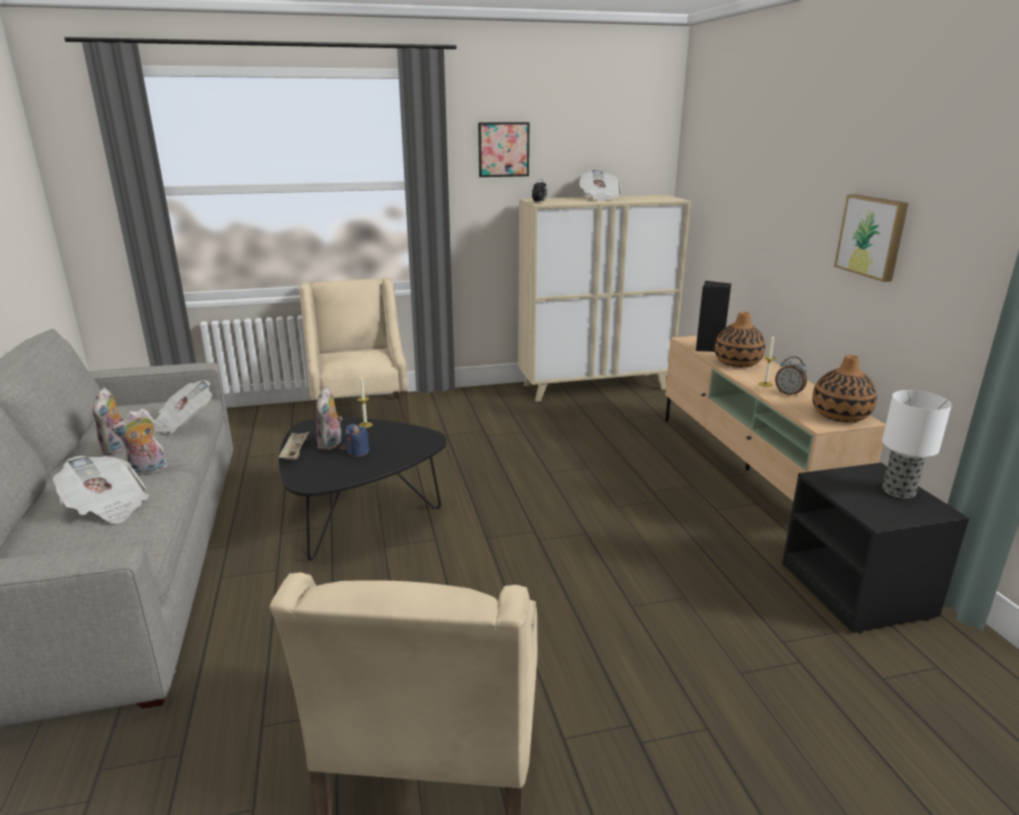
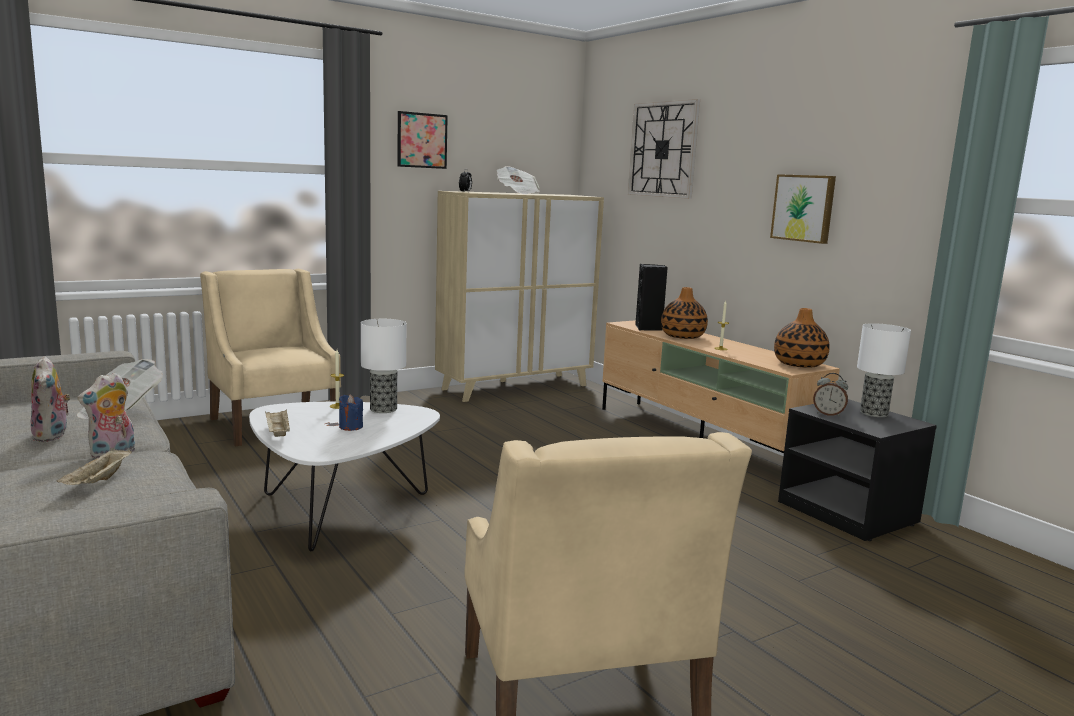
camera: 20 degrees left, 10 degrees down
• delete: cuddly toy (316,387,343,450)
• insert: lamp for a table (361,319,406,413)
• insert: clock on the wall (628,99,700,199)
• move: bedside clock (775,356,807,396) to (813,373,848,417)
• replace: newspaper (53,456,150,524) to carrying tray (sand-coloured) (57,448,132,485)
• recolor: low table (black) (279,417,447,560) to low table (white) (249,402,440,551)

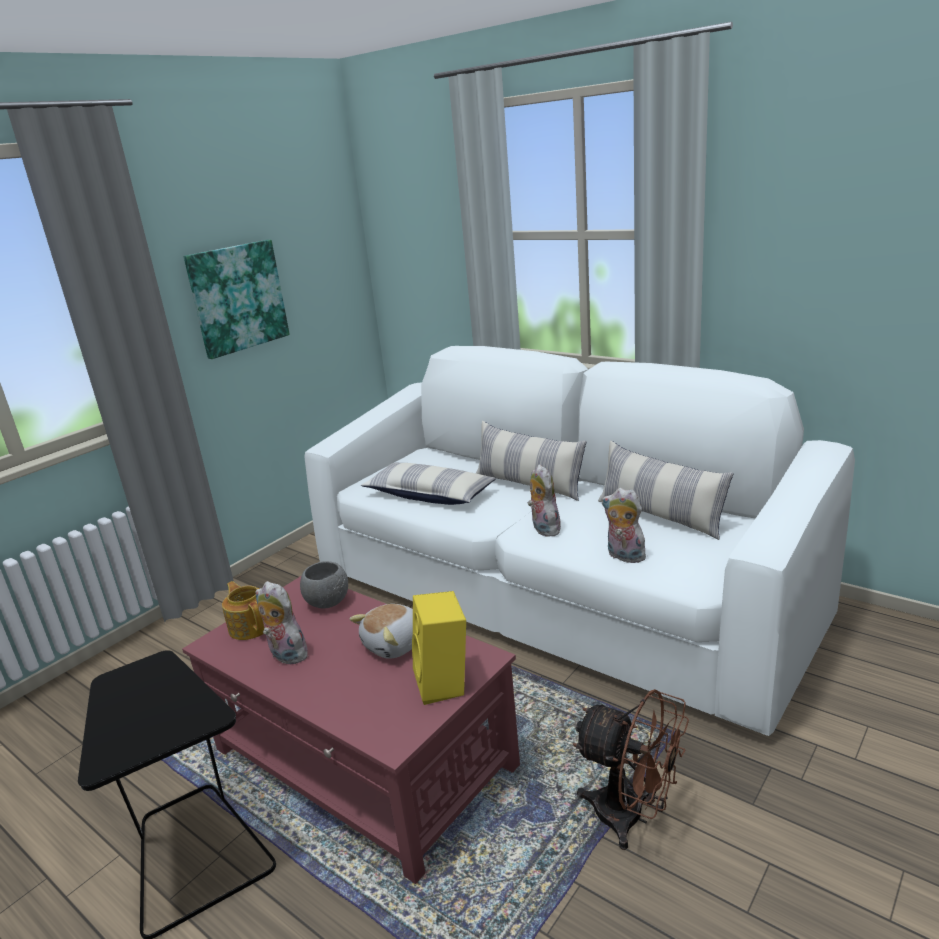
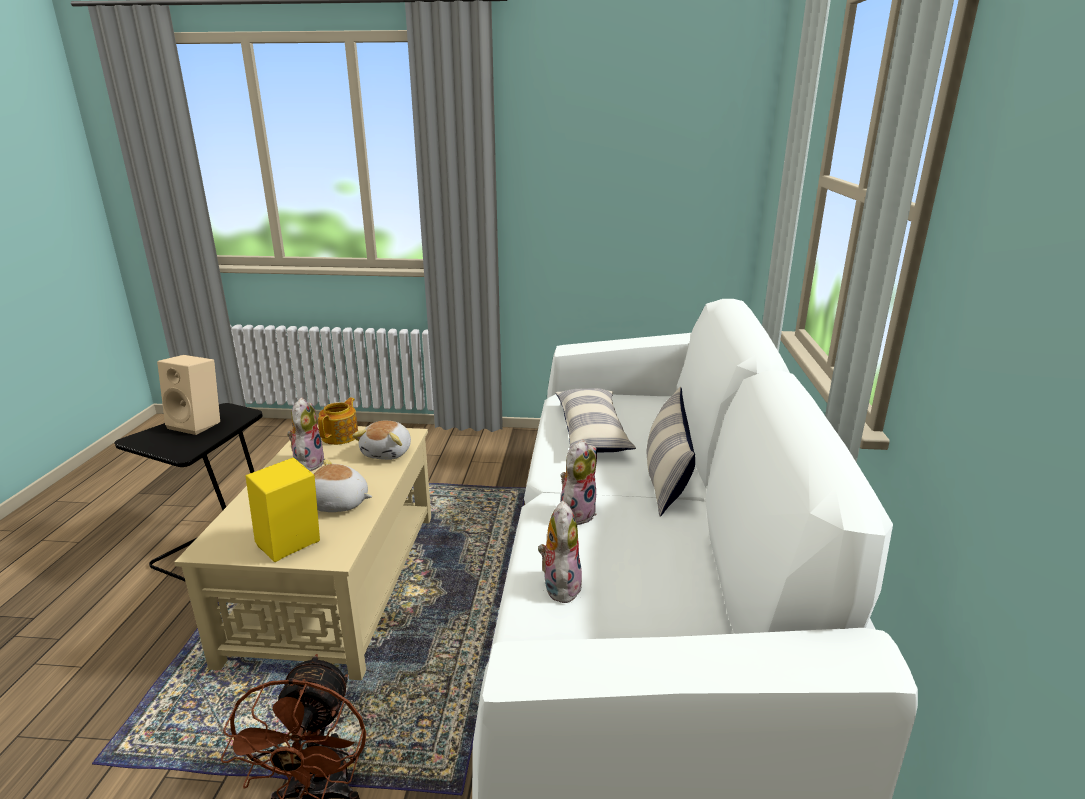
camera: 55 degrees right, 0 degrees up
• delete: wall art (184,240,290,359)
• delete: pillow (598,440,734,540)
• insert: speaker (sand-coloured) (157,355,220,435)
• replace: deep dish (gray) (300,561,348,609) to cuddly toy (352,421,411,460)
• recolor: low table (red-coloured) (182,576,520,884) to low table (sand-coloured) (174,425,431,680)

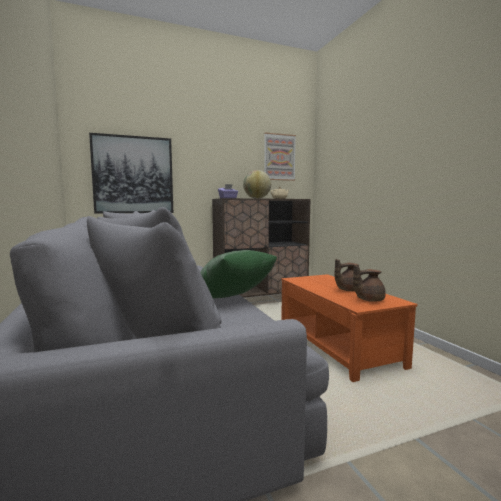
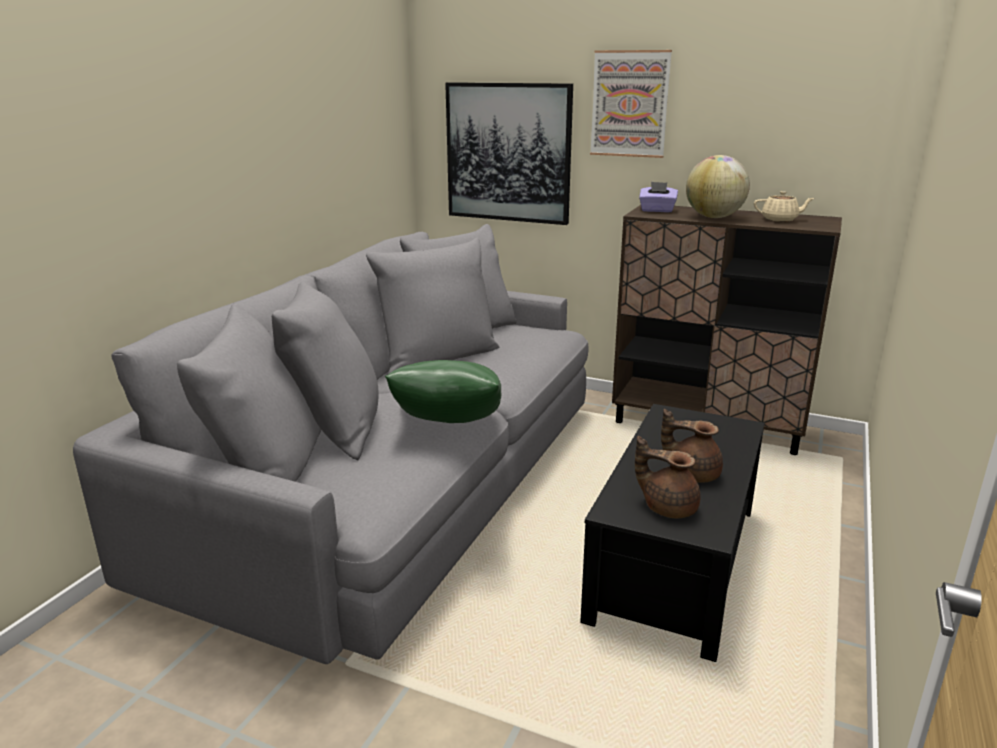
camera: 45 degrees right, 15 degrees up
• move: wall art (264,132,296,181) to (590,50,672,158)
• recolor: low table (orangey) (281,274,417,382) to low table (black) (580,404,765,662)

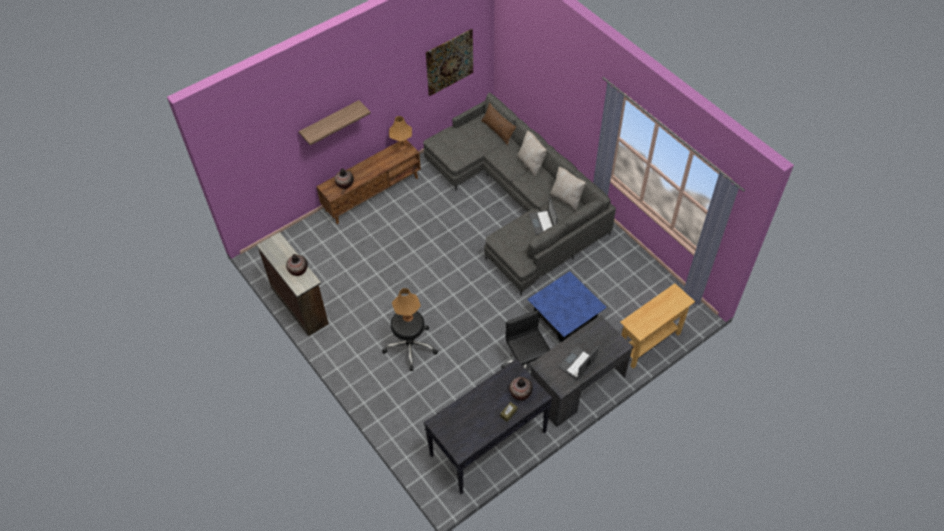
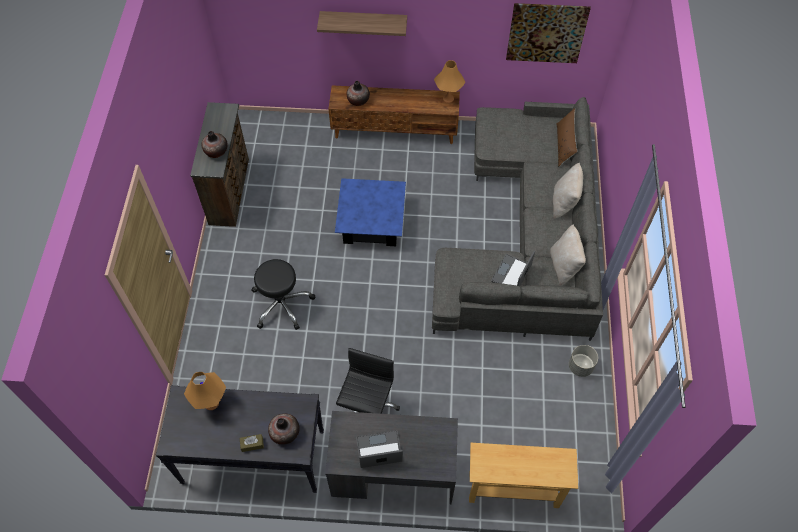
camera: 40 degrees right, 5 degrees up
• insert: planter (gray) (569,345,598,377)
• move: lamp for a table (orangey) (392,288,421,322) to (184,372,226,410)
• move: low table (bluish) (527,271,607,342) to (335,178,406,246)

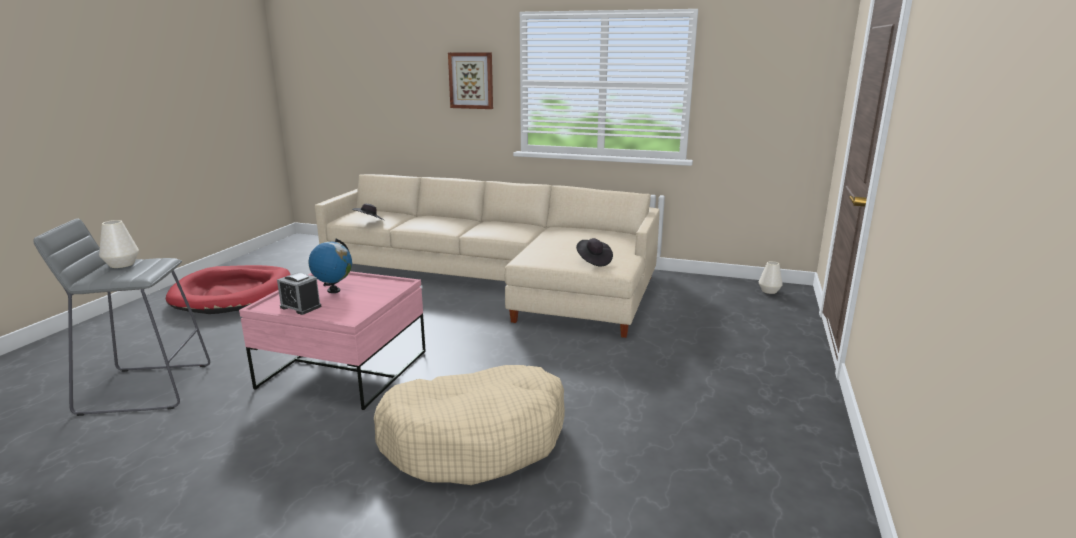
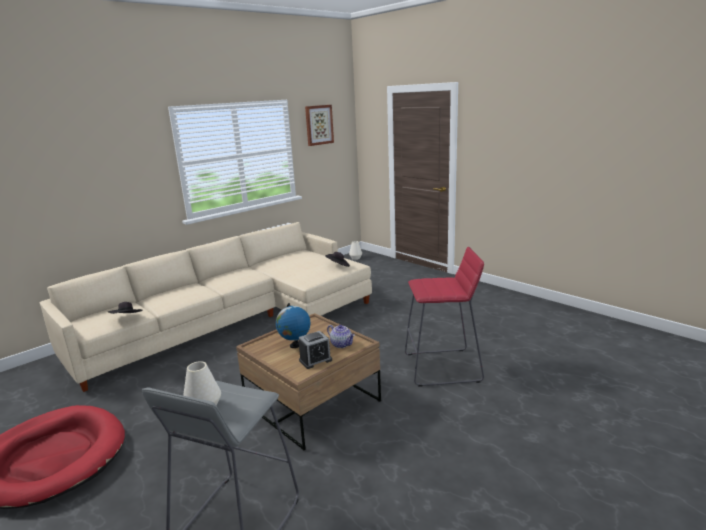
camera: 60 degrees left, 0 degrees up
• insert: tea pot (327,325,355,348)
• move: wall art (448,52,493,109) to (305,105,334,146)
• replace: dog bed (sand-coloured) (374,365,565,485) to stool seat (red-coloured) (405,247,484,387)
• recolor: low table (pinkish) (239,271,426,410) to low table (brown) (236,313,381,450)

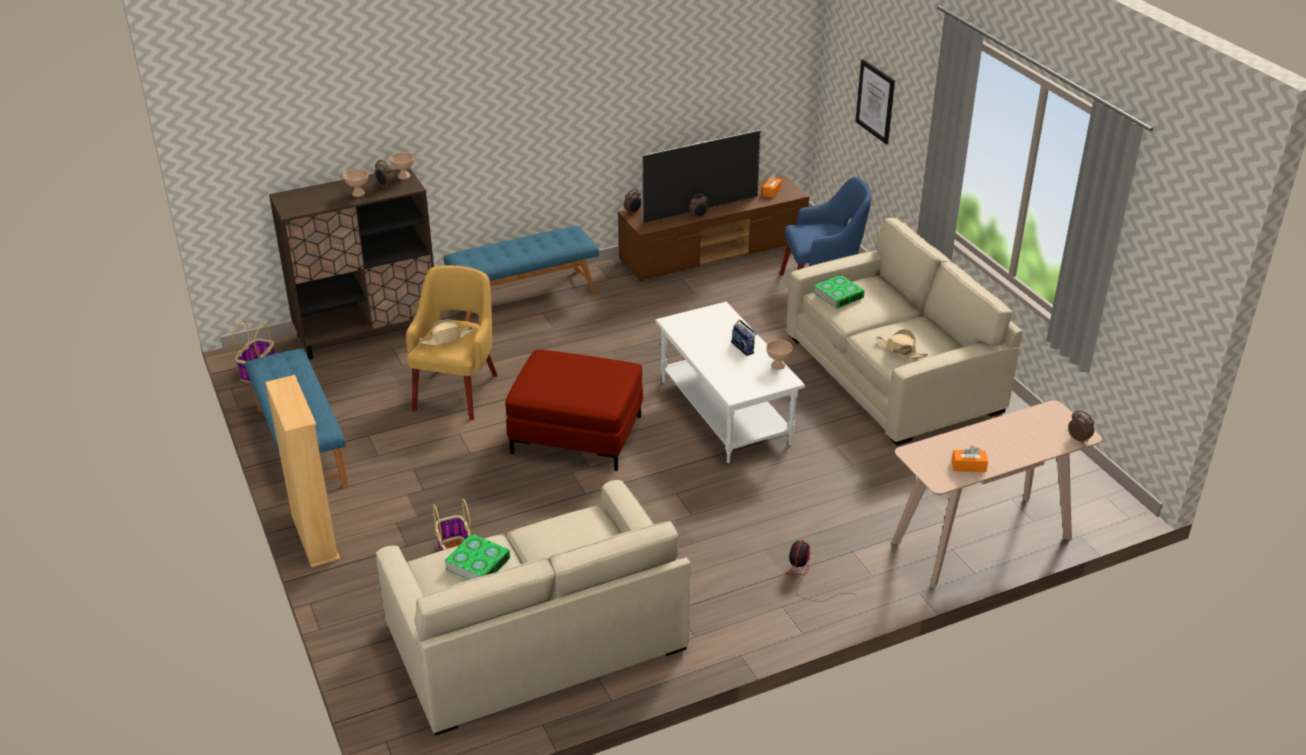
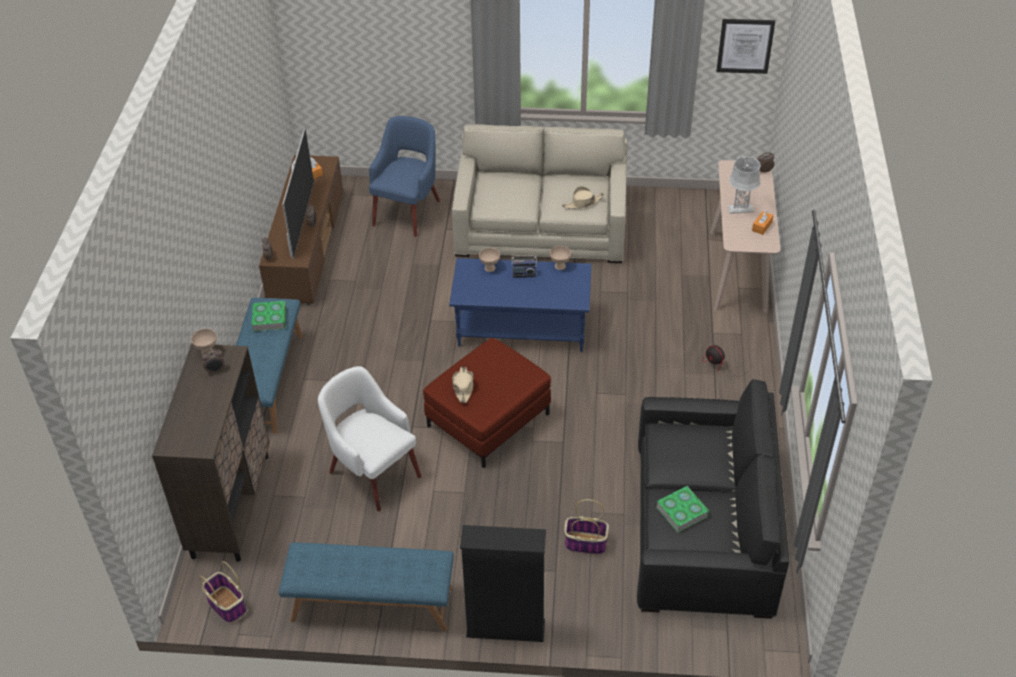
camera: 60 degrees left, 10 degrees up
• insert: lamp for a table (gray) (727,156,761,214)
• move: deep dish (sand-coloured) (343,169,368,197) to (479,248,500,272)
• move: wearable hat (sand-coloured) (419,319,473,346) to (452,367,473,403)
• move: book (814,275,865,309) to (252,301,286,331)
• move: wall art (856,59,895,144) to (716,19,775,74)
• recolor: bookcase (sand-coloured) (265,375,340,568) to bookcase (black) (460,525,546,642)
• recolor: couch (sand-coloured) (376,480,691,736) to couch (black) (637,379,789,619)
• recolor: easy chair (yellow-coloured) (406,265,498,420) to easy chair (white) (318,366,421,511)
• recolor: low table (white) (656,302,805,463) to low table (bluish) (449,258,592,352)

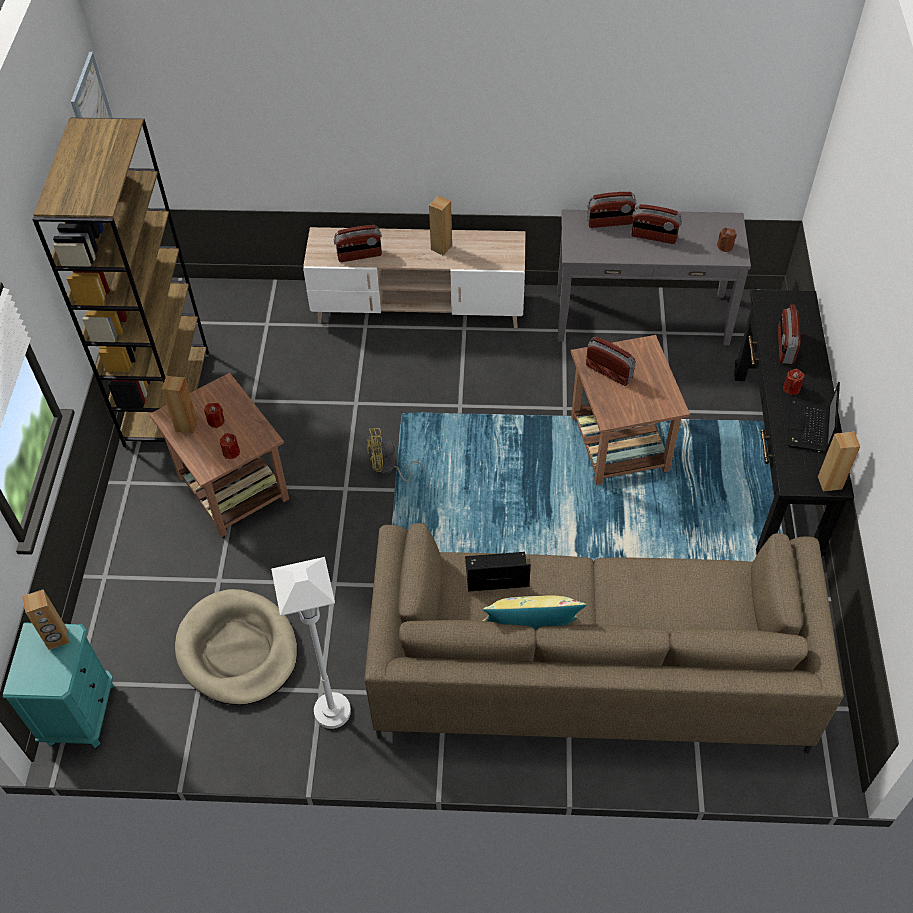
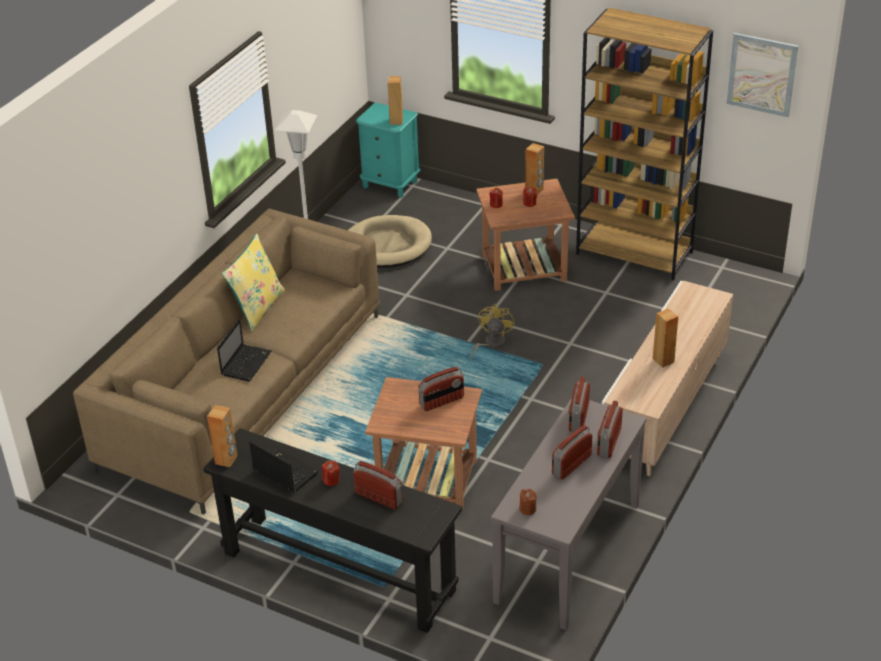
camera: 115 degrees right, 15 degrees down
• move: radio receiver (334,225,382,262) to (569,377,590,432)
• move: portable computer (465,552,531,592) to (217,319,272,381)

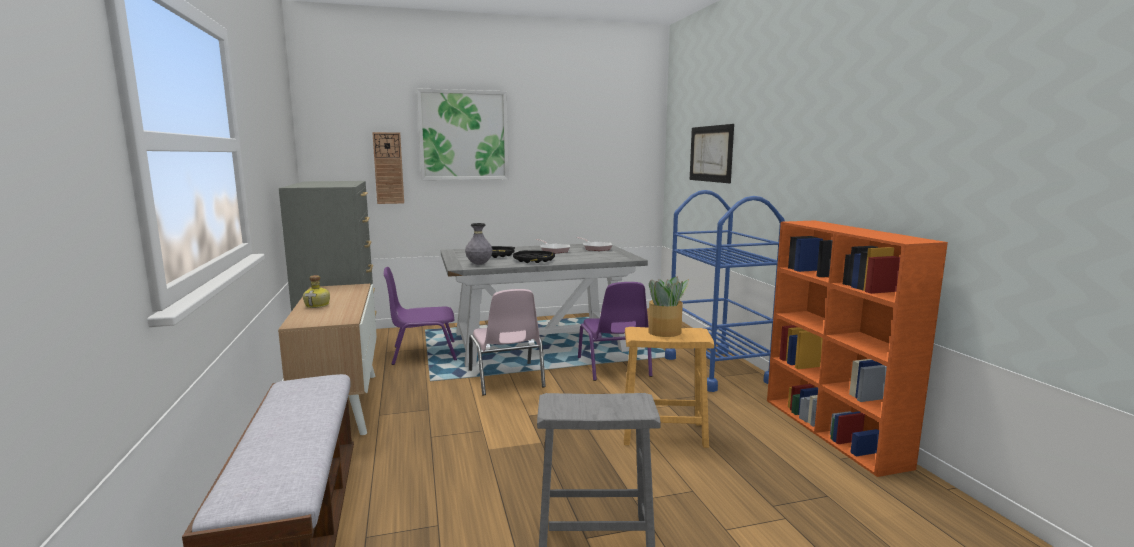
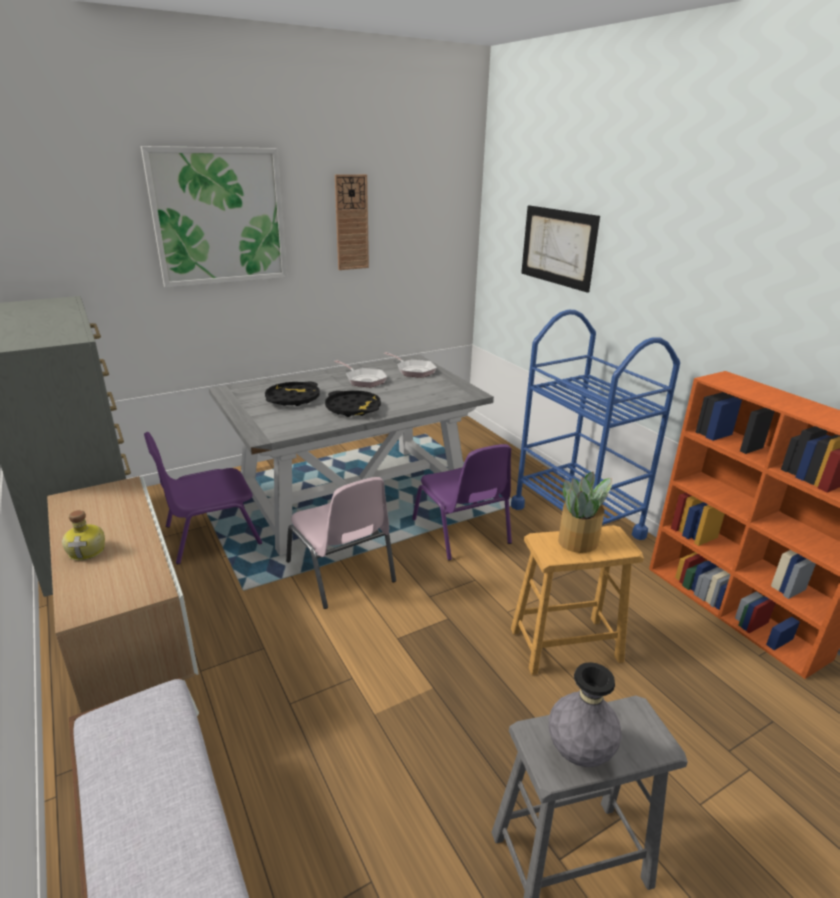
camera: 15 degrees left, 15 degrees up
• move: clock on the wall (372,132,404,204) to (335,174,369,270)
• move: flower vase (gray) (465,223,493,265) to (549,662,622,767)

